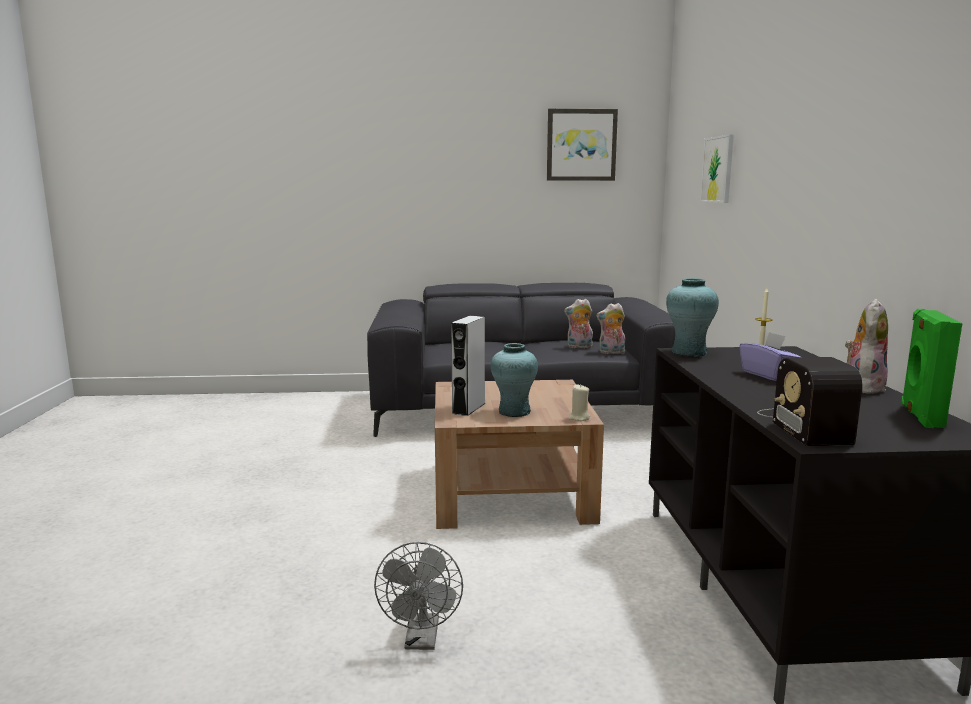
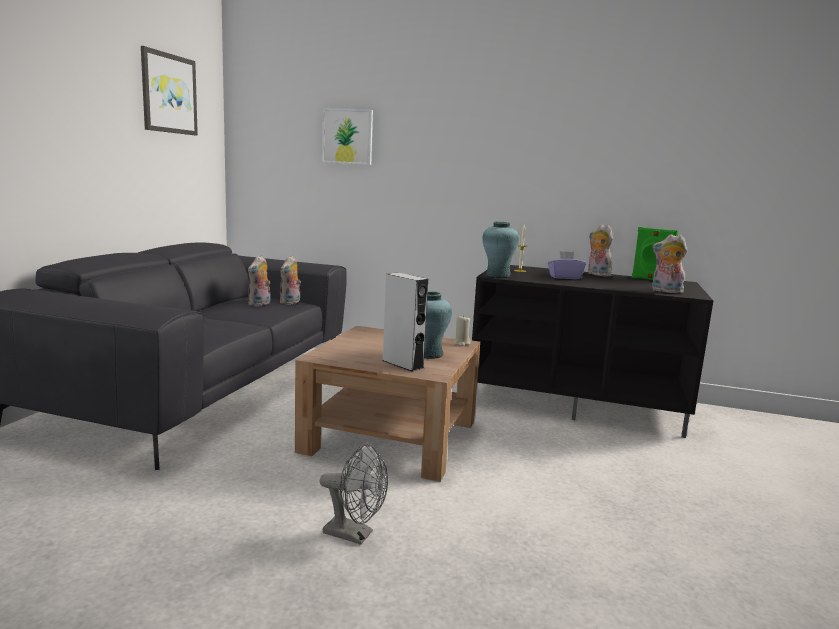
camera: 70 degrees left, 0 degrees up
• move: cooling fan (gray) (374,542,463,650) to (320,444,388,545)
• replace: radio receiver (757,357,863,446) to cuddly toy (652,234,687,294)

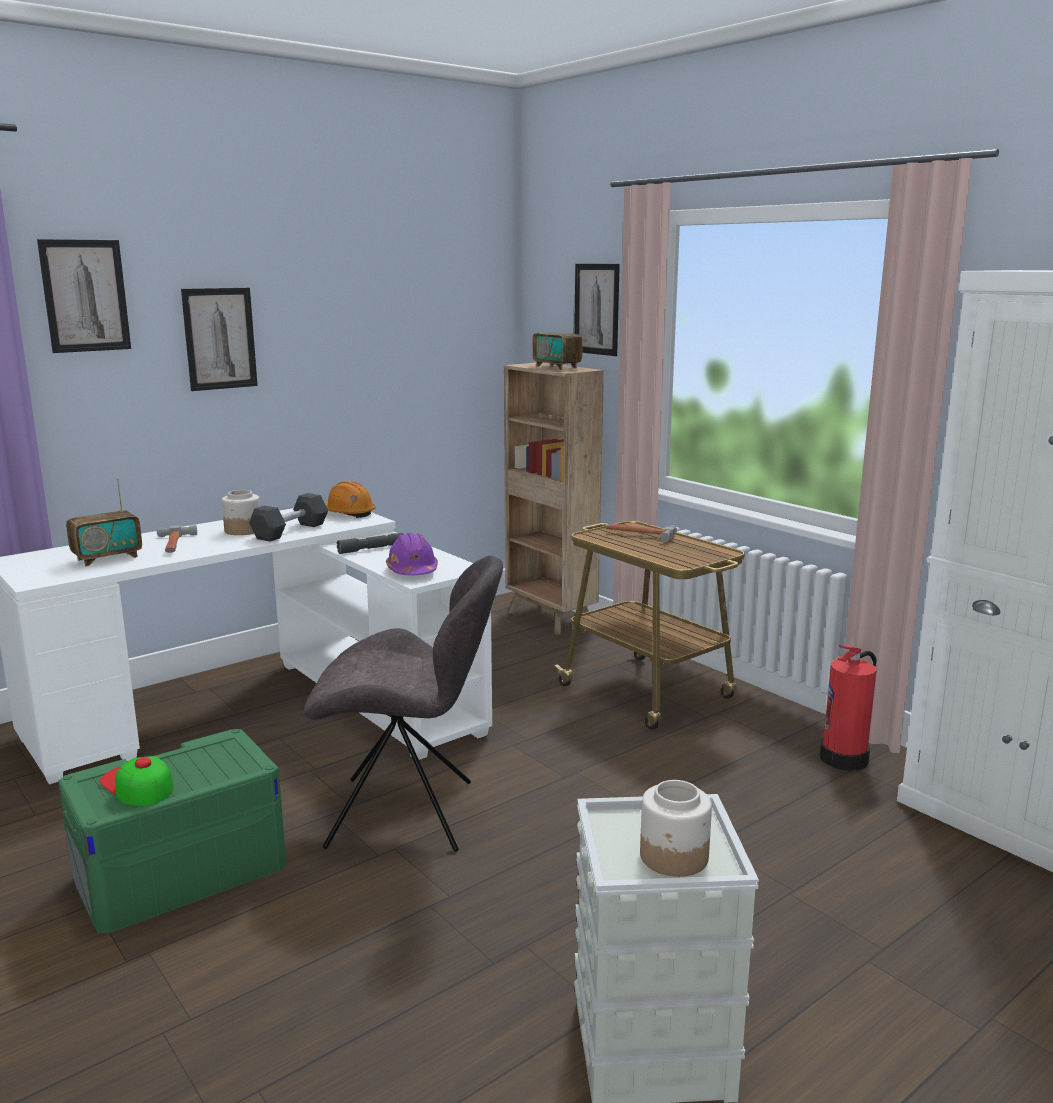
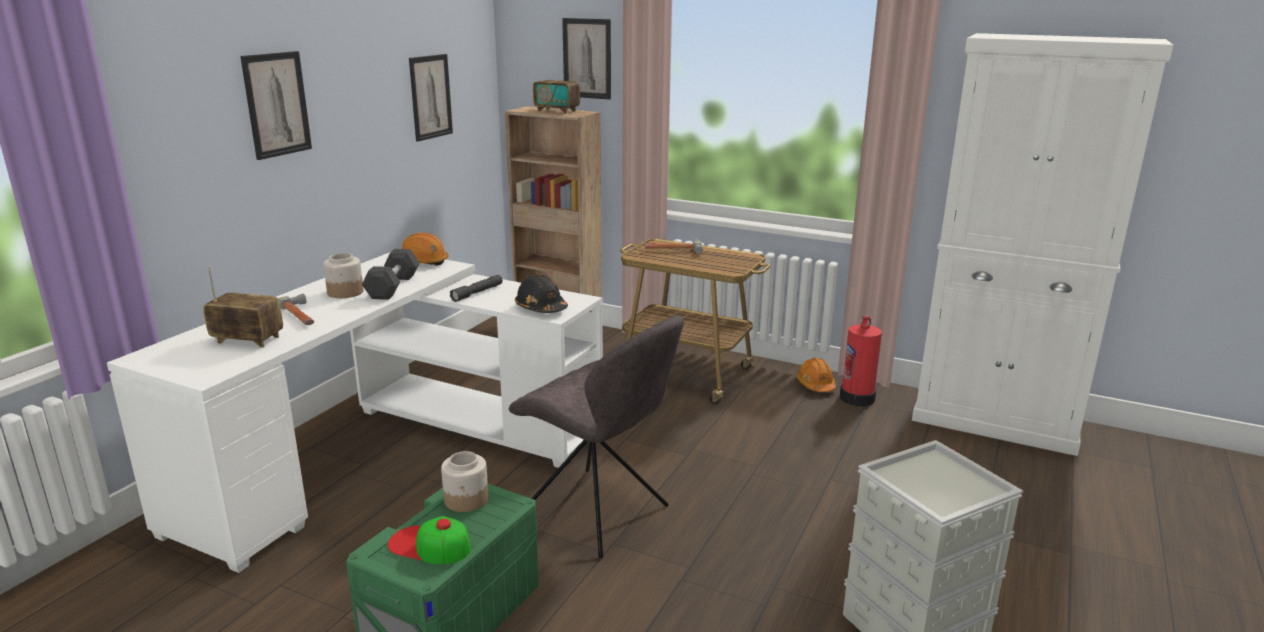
camera: 25 degrees left, 5 degrees up
• insert: work helmet (orangey) (797,358,836,392)
• move: wall art (37,239,131,353) to (409,54,453,142)
• move: storage jar (640,780,712,877) to (441,451,488,512)
• recolor: work helmet (purple) (386,532,438,575) to work helmet (black) (515,274,568,313)
• rotate: radio receiver (66,478,142,567) = (203,267,283,348) 105 degrees counterclockwise
• rotate: upright chair (gray) (304,555,503,852) = (509,315,684,558) 60 degrees clockwise

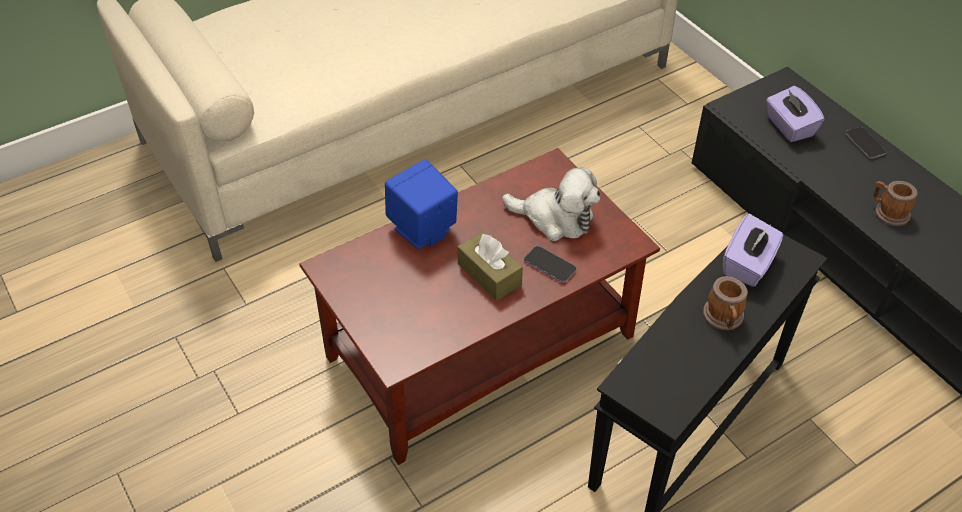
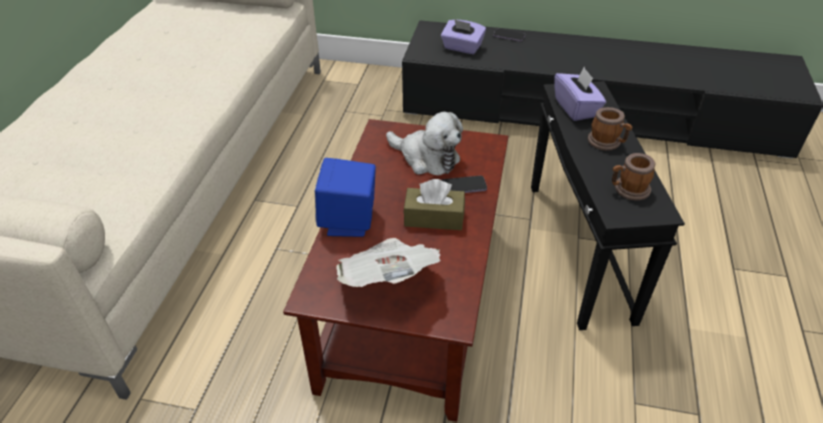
camera: 45 degrees left, 5 degrees down
• insert: newspaper (336,238,441,287)
• move: mug (874,181,918,226) to (612,153,655,200)
• rotate: cuddly toy (502,167,600,241) = (386,112,463,176) 60 degrees clockwise

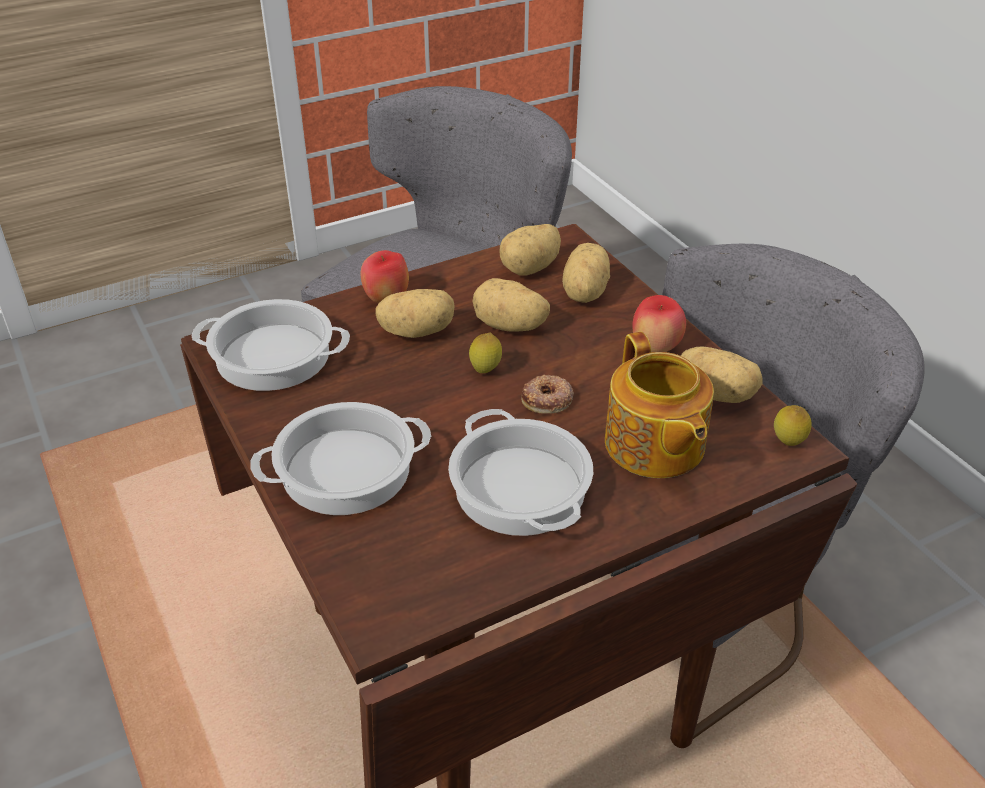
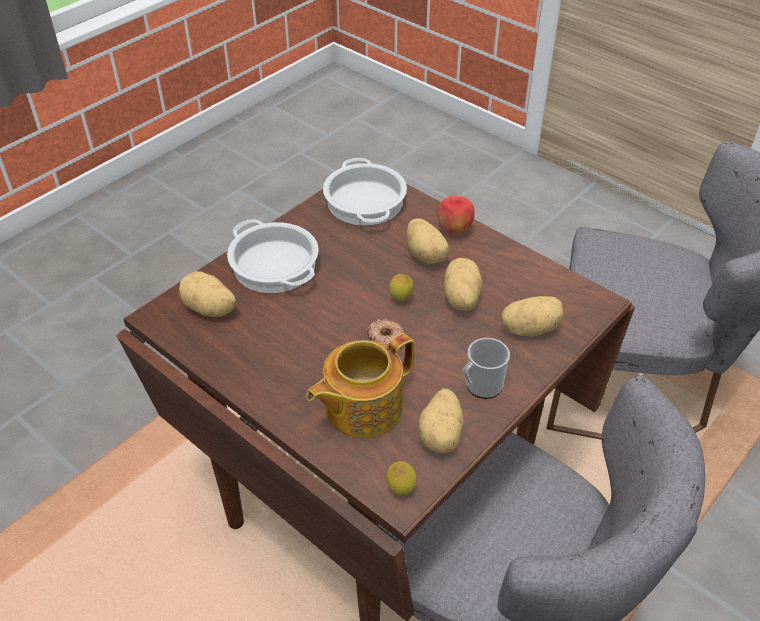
camera: 70 degrees right, 5 degrees up
• delete: stockpot (448,409,593,536)
• move: potato (499,224,561,276) to (179,271,237,317)
• replace: apple fruit (632,295,686,353) to mug (463,338,510,399)

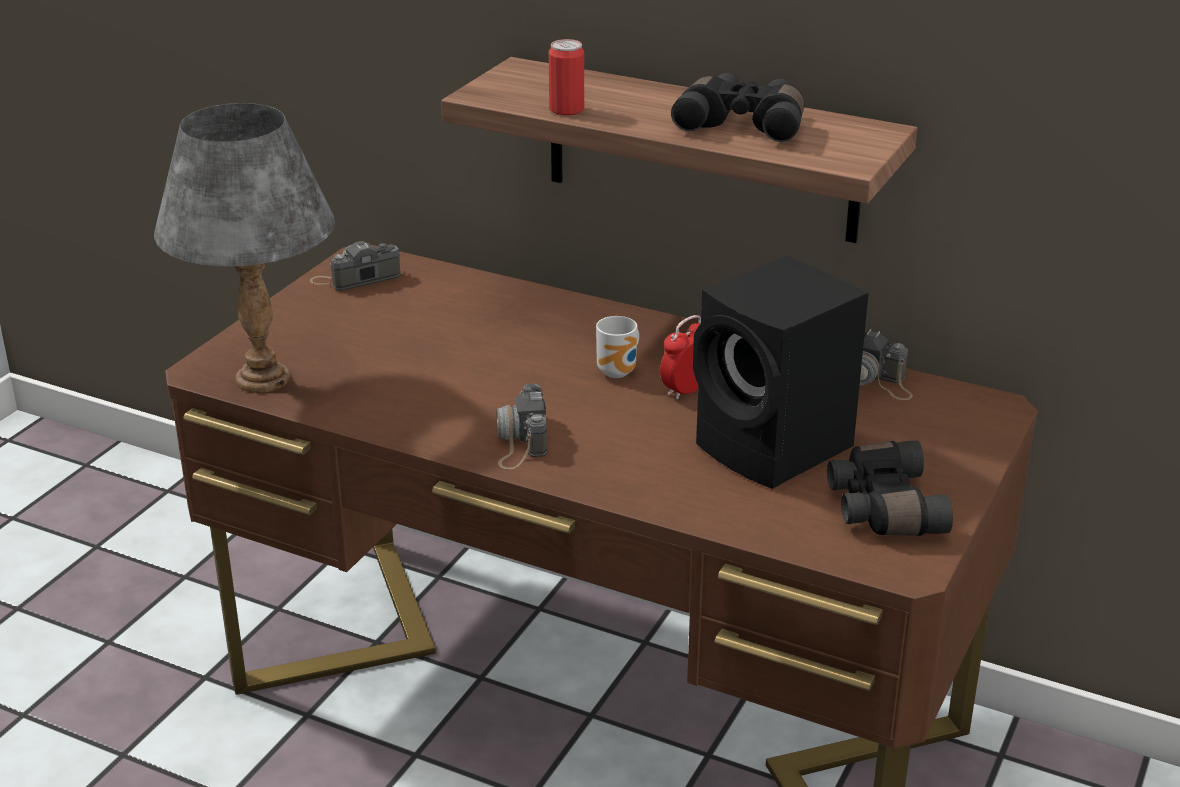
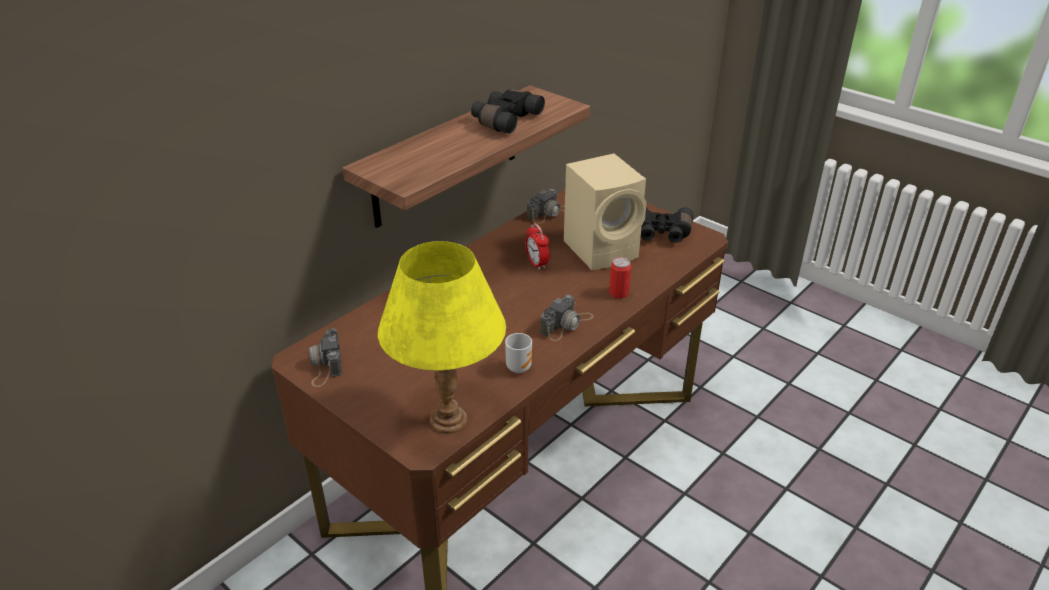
camera: 75 degrees left, 5 degrees up
• move: can (549,39,584,115) to (609,257,631,298)
• move: mug (596,316,639,378) to (505,333,532,373)
• recolor: lamp for a table (gray) (154,103,335,393) to lamp for a table (yellow-coloured) (378,241,506,434)
• recolor: speaker (black) (693,255,868,489) to speaker (sand-coloured) (564,153,646,270)
• rotate: photo camera (497,383,548,469) = (540,295,593,341) 60 degrees counterclockwise

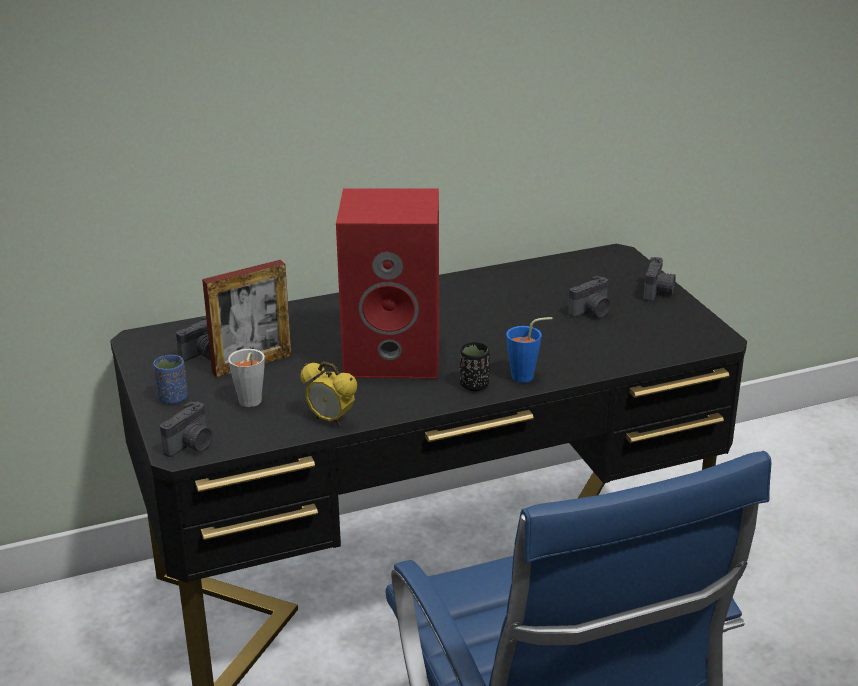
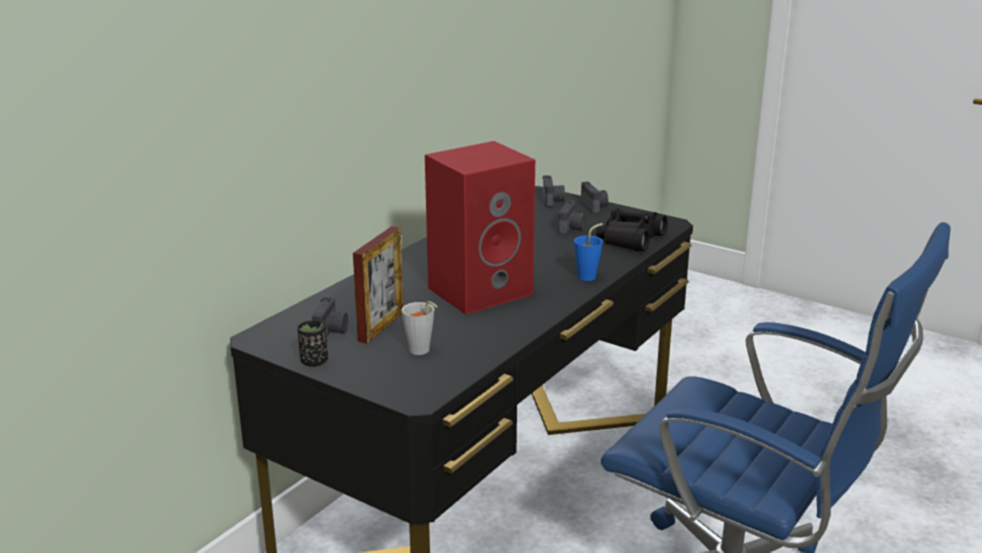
camera: 35 degrees left, 5 degrees down
• delete: cup (bluish) (153,355,188,405)
• delete: bedside clock (301,361,357,426)
• insert: binoculars (black) (596,208,668,251)
• move: photo camera (160,401,212,457) to (542,175,565,207)
• move: cup (black) (460,342,490,391) to (297,320,328,367)

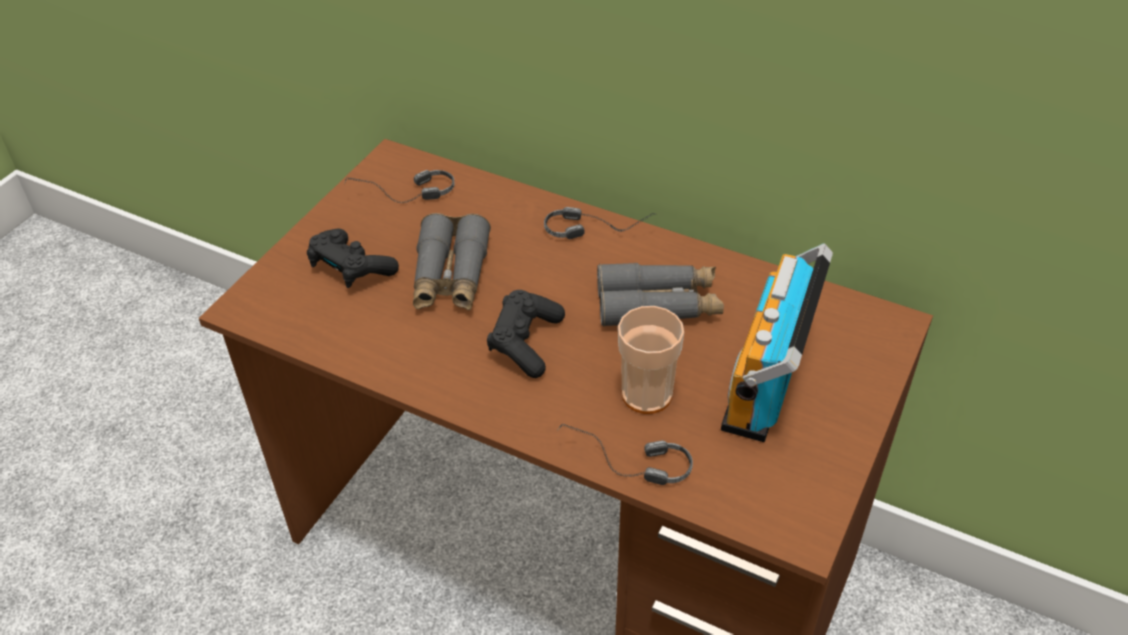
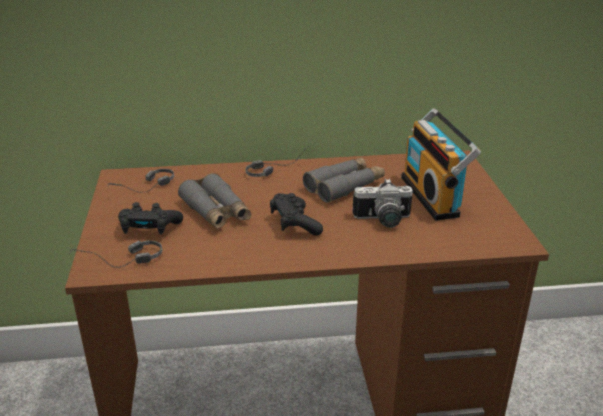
camera: 35 degrees left, 15 degrees down
• move: headphones (557,424,693,485) to (69,241,162,268)
• replace: cup (618,306,684,414) to photo camera (353,178,413,228)

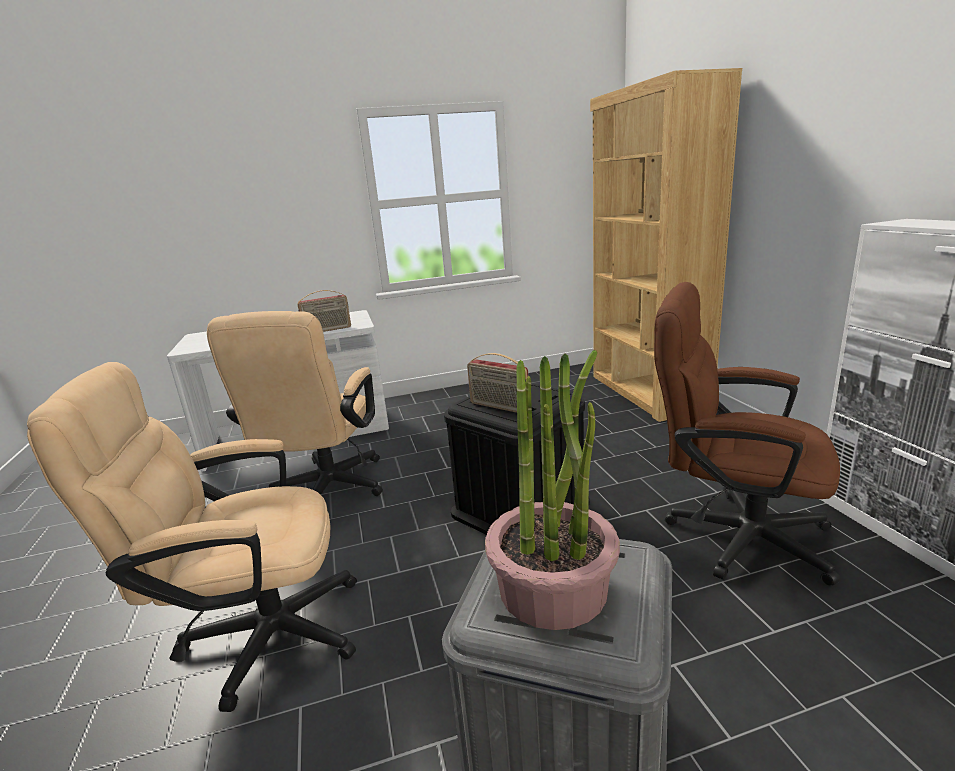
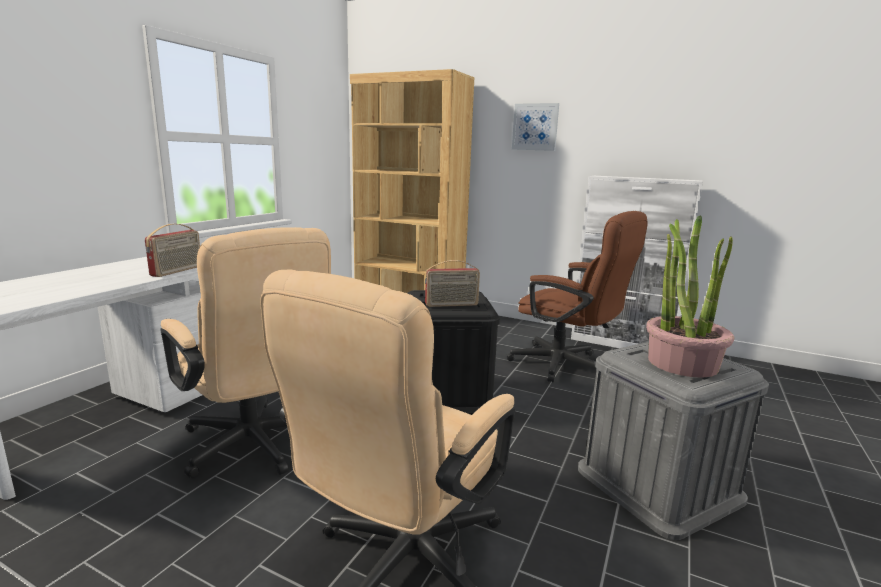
camera: 50 degrees left, 5 degrees down
• insert: wall art (512,103,559,151)
• rotate: desk chair (brown) (654,282,840,586) = (507,211,648,382) 120 degrees counterclockwise

